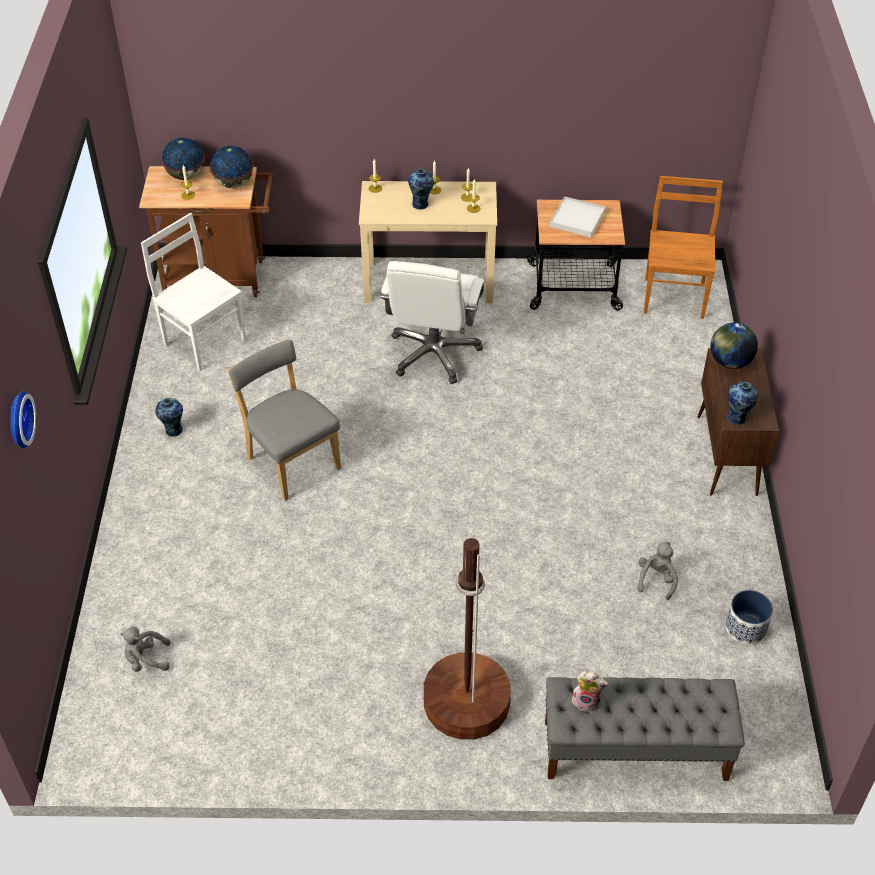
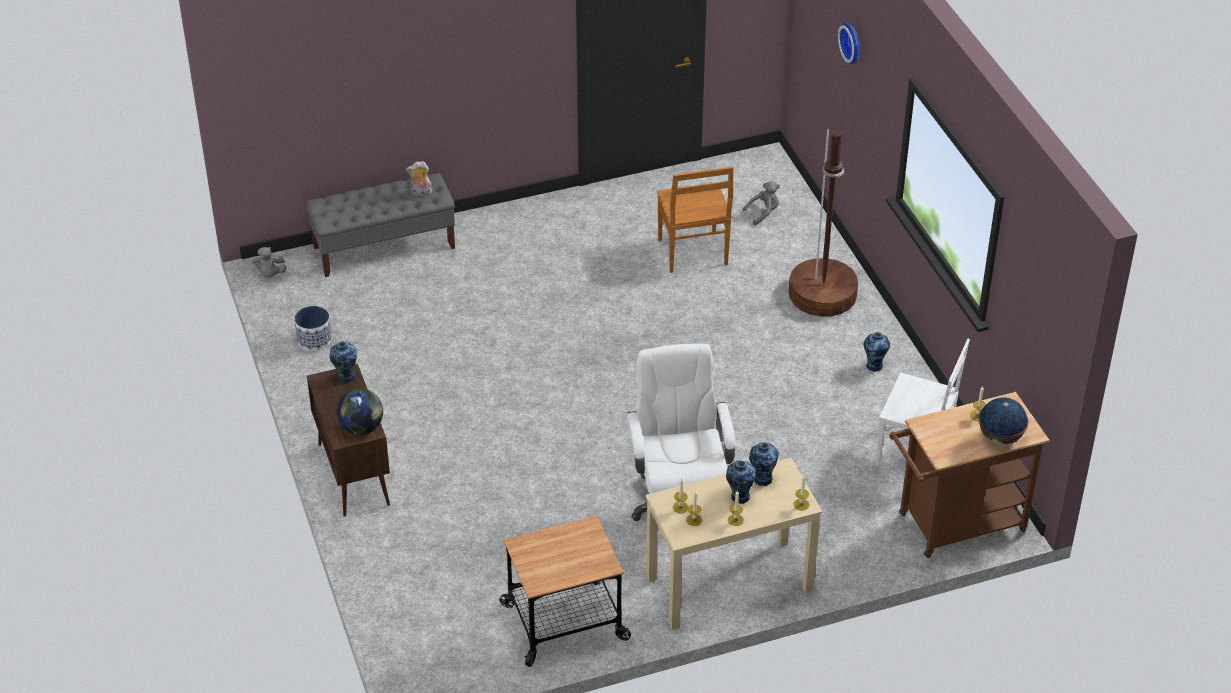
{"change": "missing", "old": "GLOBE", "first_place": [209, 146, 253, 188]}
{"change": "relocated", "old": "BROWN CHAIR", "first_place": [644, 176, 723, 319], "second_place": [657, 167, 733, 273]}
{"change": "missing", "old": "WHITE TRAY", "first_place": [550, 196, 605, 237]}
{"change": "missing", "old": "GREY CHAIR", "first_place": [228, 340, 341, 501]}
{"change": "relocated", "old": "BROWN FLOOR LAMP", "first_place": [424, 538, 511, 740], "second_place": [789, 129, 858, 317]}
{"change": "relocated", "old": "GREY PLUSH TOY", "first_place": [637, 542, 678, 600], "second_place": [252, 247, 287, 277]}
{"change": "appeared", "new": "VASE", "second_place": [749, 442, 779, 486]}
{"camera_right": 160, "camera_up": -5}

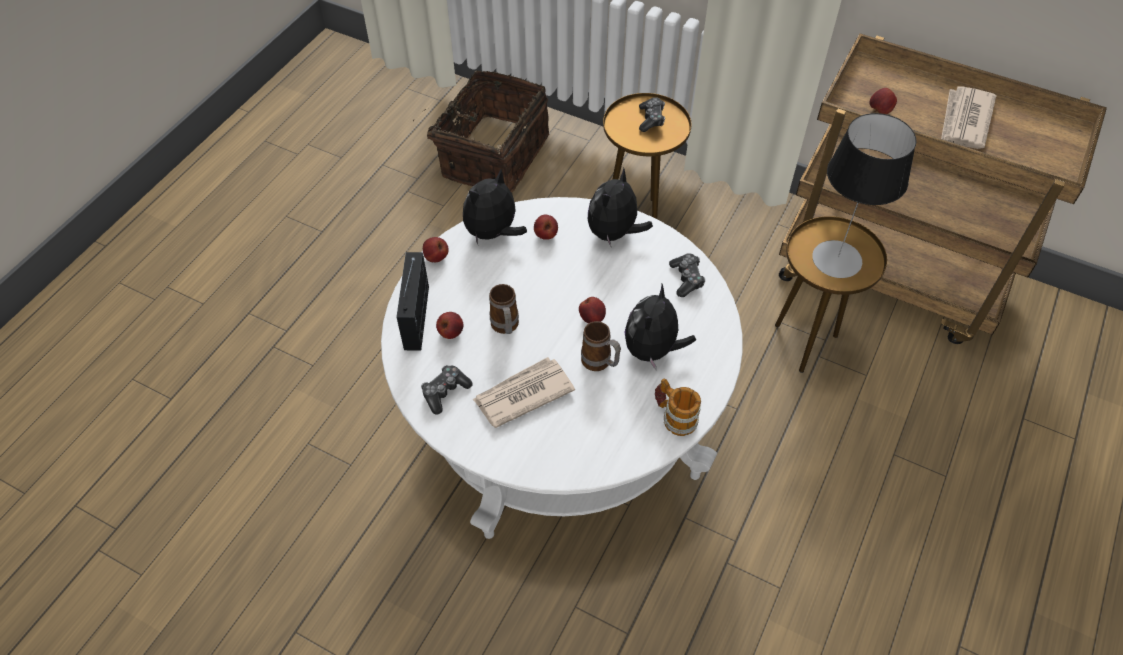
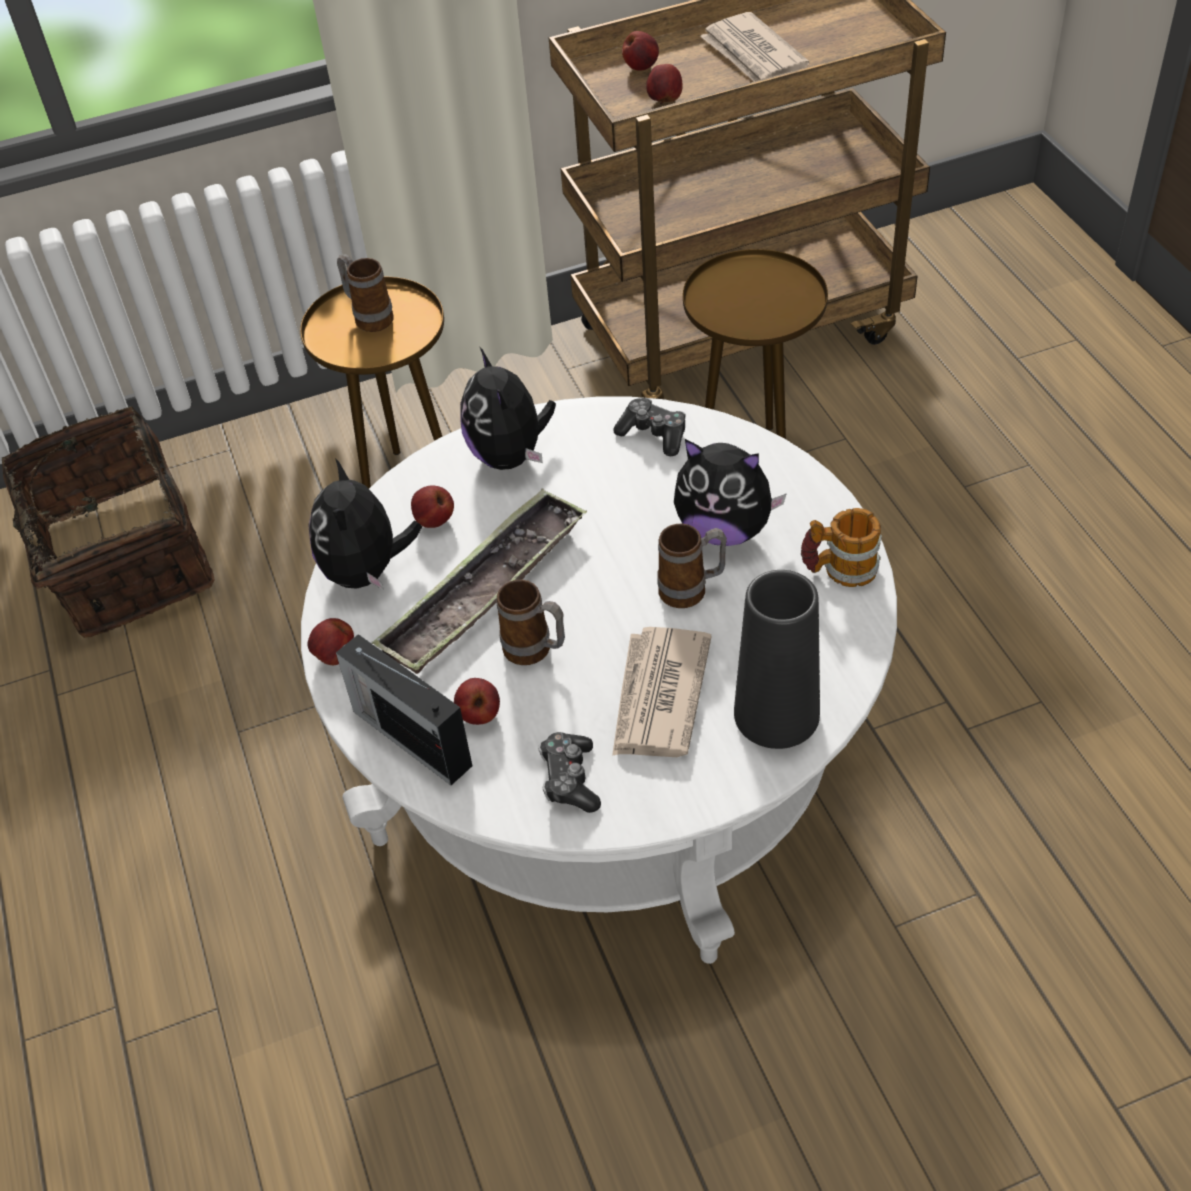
{"change": "exchanged", "old": "GAME CONTROLLER", "new": "MUG", "first_place": [639, 97, 665, 132], "second_place": [337, 254, 394, 332]}
{"change": "missing", "old": "TABLE LAMP", "first_place": [812, 113, 916, 278]}
{"change": "spun", "old": "PLUSH TOY", "first_place": [624, 284, 696, 370], "second_place": [674, 439, 786, 546], "degrees": -45}
{"change": "relocated", "old": "APPLE", "first_place": [579, 297, 606, 324], "second_place": [622, 31, 659, 71]}
{"change": "appeared", "new": "TRAY", "second_place": [372, 488, 587, 674]}
{"change": "appeared", "new": "BLACK VASE", "second_place": [734, 570, 820, 749]}
{"camera_right": -45, "camera_up": -5}

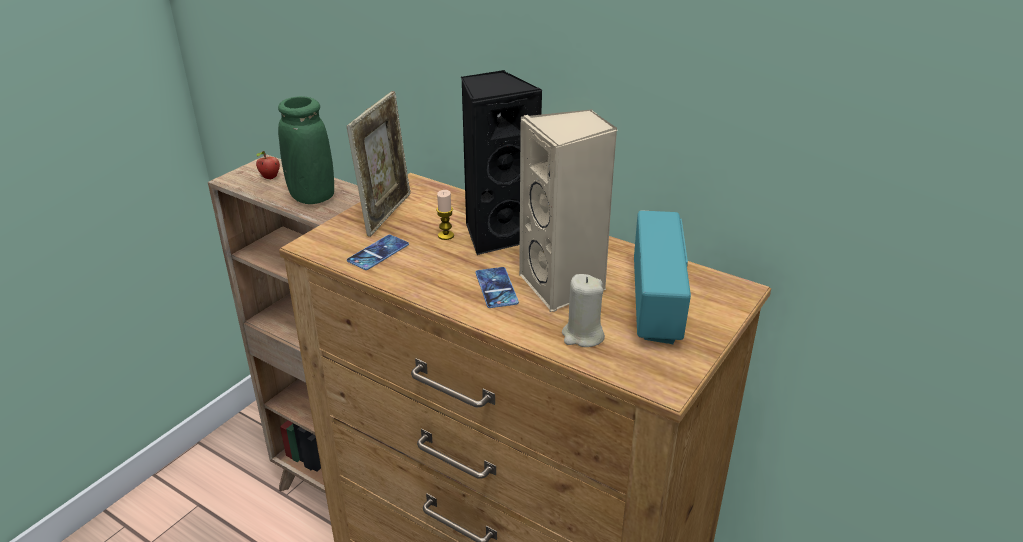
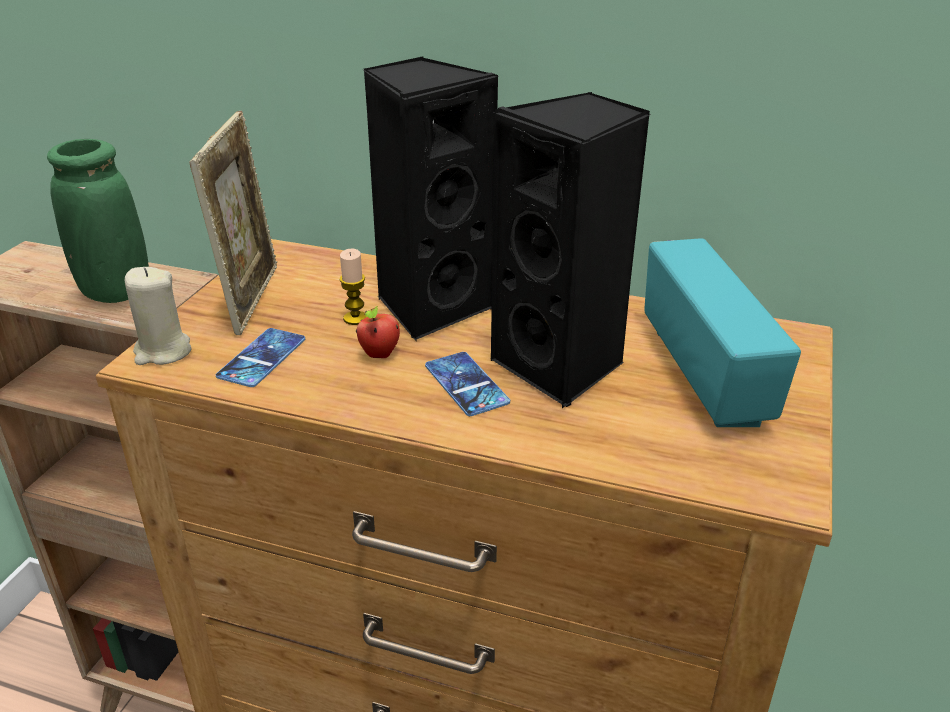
{"change": "colour", "old": "BEIGE SPEAKER", "new": "BLACK SPEAKER", "first_place": [519, 109, 618, 312], "second_place": [491, 92, 650, 408]}
{"change": "relocated", "old": "APPLE", "first_place": [256, 151, 280, 179], "second_place": [356, 306, 400, 358]}
{"change": "relocated", "old": "BEIGE CANDLE", "first_place": [562, 274, 605, 347], "second_place": [125, 267, 192, 365]}
{"camera_right": -15, "camera_up": 0}

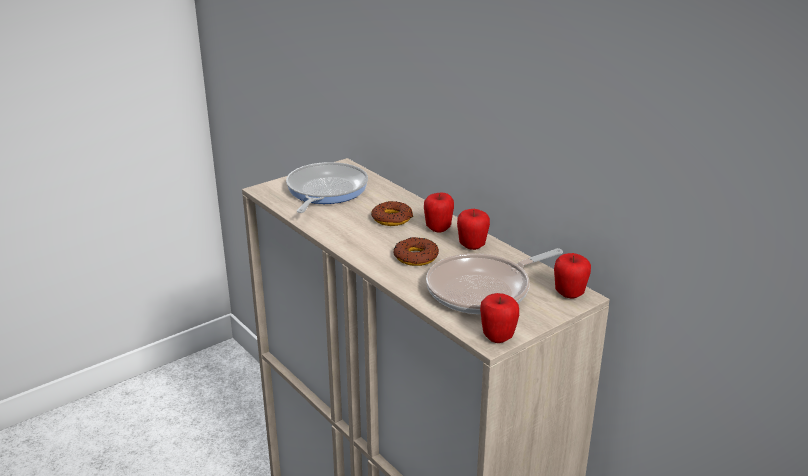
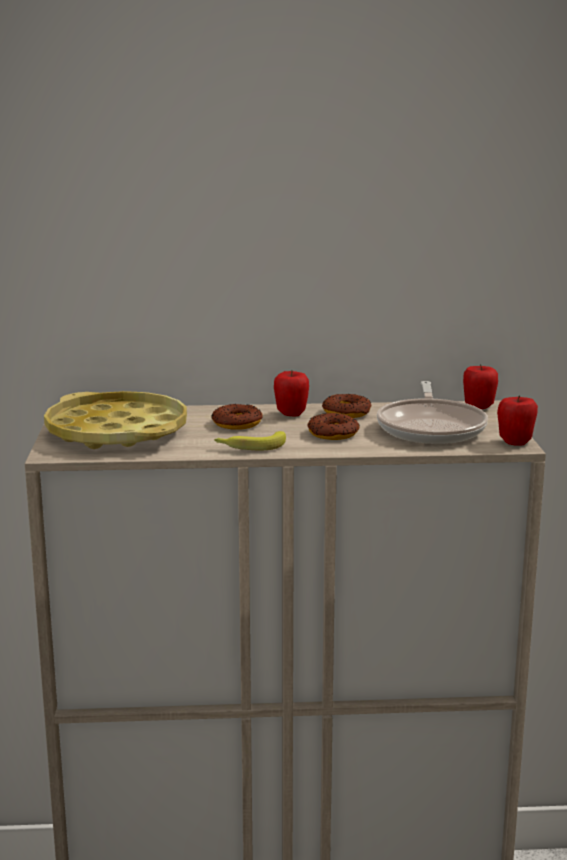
{"change": "exchanged", "old": "FRYING PAN", "new": "YELLOW TRAY", "first_place": [286, 162, 368, 213], "second_place": [44, 391, 187, 449]}
{"change": "exchanged", "old": "APPLE", "new": "DONUT", "first_place": [457, 209, 490, 250], "second_place": [322, 394, 371, 418]}
{"change": "appeared", "new": "BANANA", "second_place": [214, 431, 286, 450]}
{"camera_right": -55, "camera_up": -10}

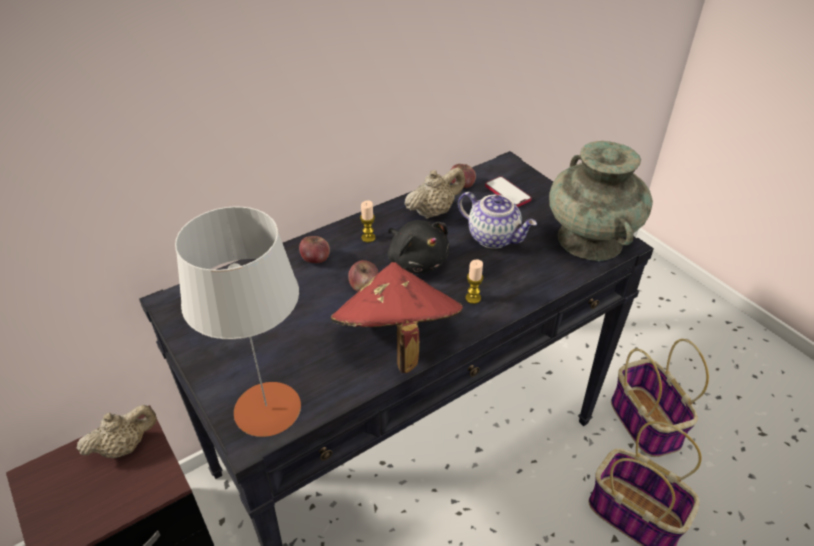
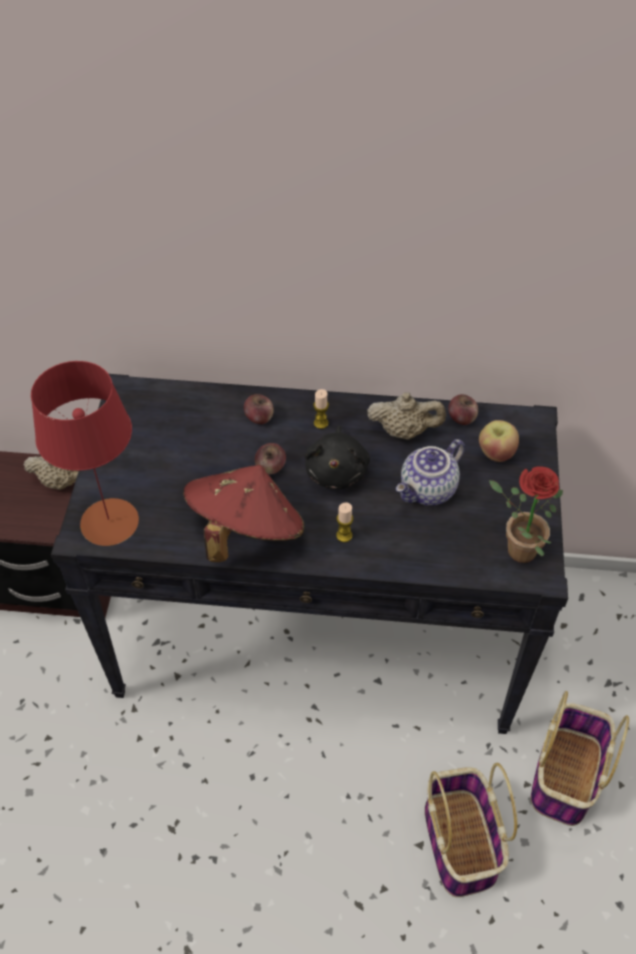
{"change": "exchanged", "old": "TURQUOISE VASE", "new": "POTTED PLANT", "first_place": [549, 141, 653, 261], "second_place": [489, 466, 563, 563]}
{"change": "exchanged", "old": "PHONE", "new": "APPLE", "first_place": [485, 176, 532, 207], "second_place": [479, 420, 519, 462]}
{"change": "spun", "old": "TEAPOT", "first_place": [458, 192, 537, 249], "second_place": [396, 439, 465, 506], "degrees": 60}
{"change": "colour", "old": "GREY TABLE LAMP", "new": "RED TABLE LAMP", "first_place": [175, 207, 301, 437], "second_place": [31, 361, 139, 546]}
{"camera_right": 40, "camera_up": 10}

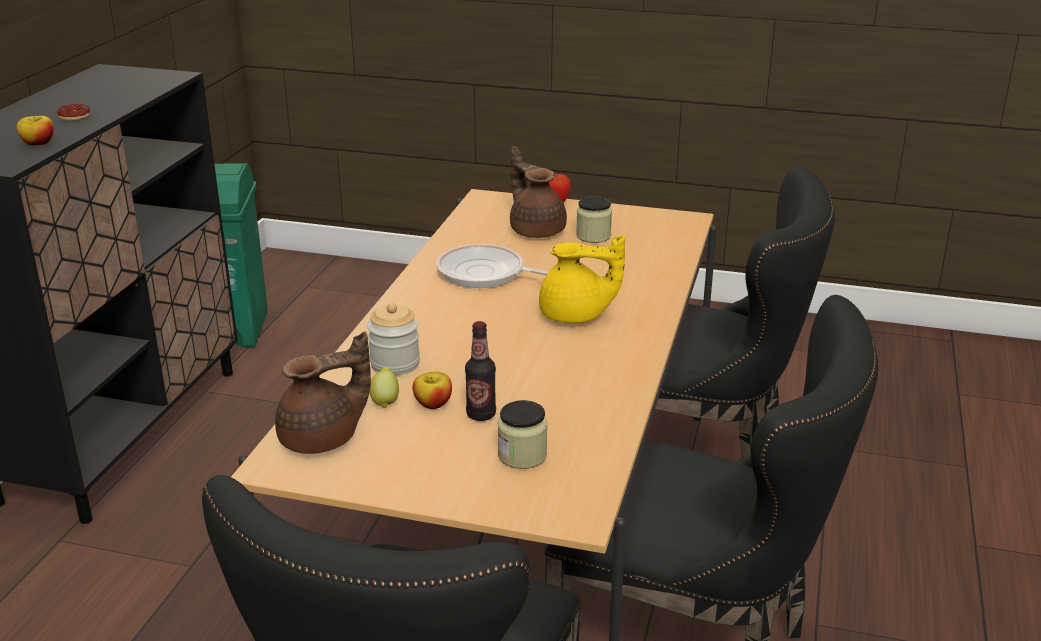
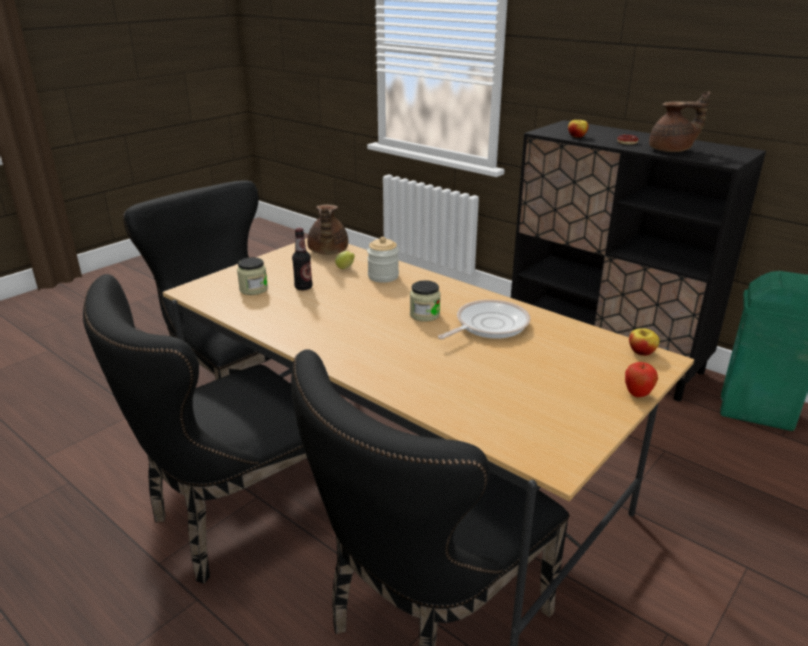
{"change": "relocated", "old": "BROWN TEAPOT", "first_place": [510, 147, 567, 238], "second_place": [649, 91, 710, 152]}
{"change": "relocated", "old": "JAR", "first_place": [576, 196, 612, 243], "second_place": [410, 280, 441, 322]}
{"change": "missing", "old": "YELLOW TEAPOT", "first_place": [539, 235, 625, 323]}
{"change": "relocated", "old": "APPLE", "first_place": [412, 371, 452, 409], "second_place": [629, 328, 660, 356]}
{"camera_right": 115, "camera_up": 0}

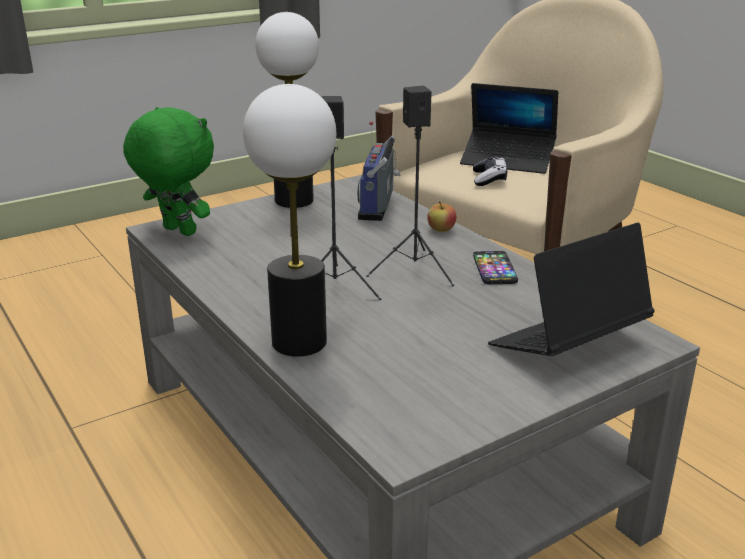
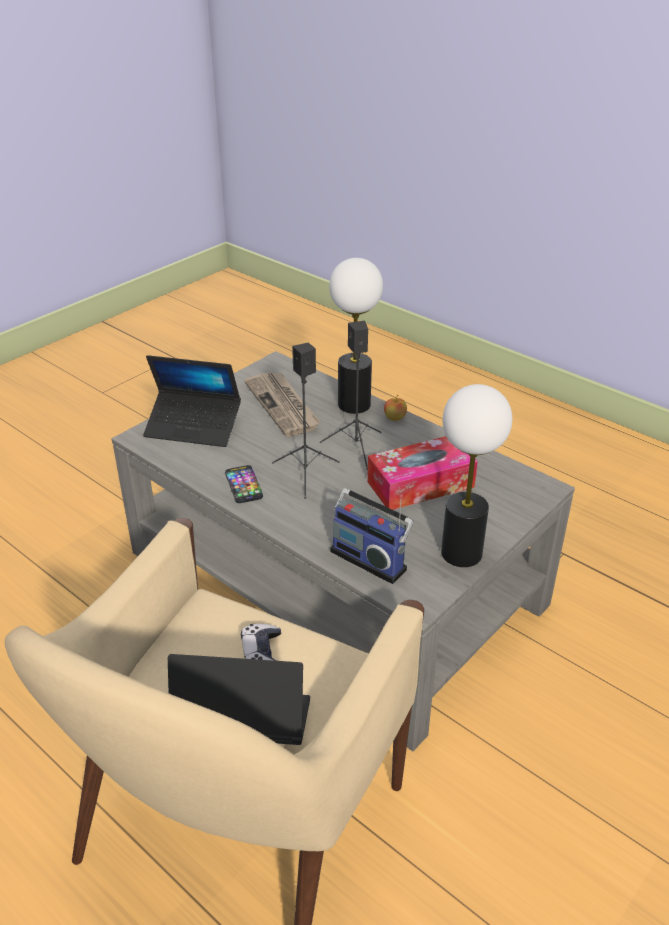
{"change": "missing", "old": "GREEN PLUSH TOY", "first_place": [123, 107, 214, 236]}
{"change": "spun", "old": "RADIO", "first_place": [358, 121, 400, 221], "second_place": [330, 488, 414, 584], "degrees": 135}
{"change": "relocated", "old": "APPLE", "first_place": [427, 201, 456, 232], "second_place": [384, 394, 407, 421]}
{"change": "spun", "old": "LAPTOP", "first_place": [488, 223, 655, 356], "second_place": [143, 355, 241, 447], "degrees": 60}
{"change": "appeared", "new": "NEWSPAPER", "second_place": [244, 372, 321, 437]}
{"change": "appeared", "new": "TISSUE BOX", "second_place": [367, 436, 478, 510]}
{"camera_right": 165, "camera_up": 10}

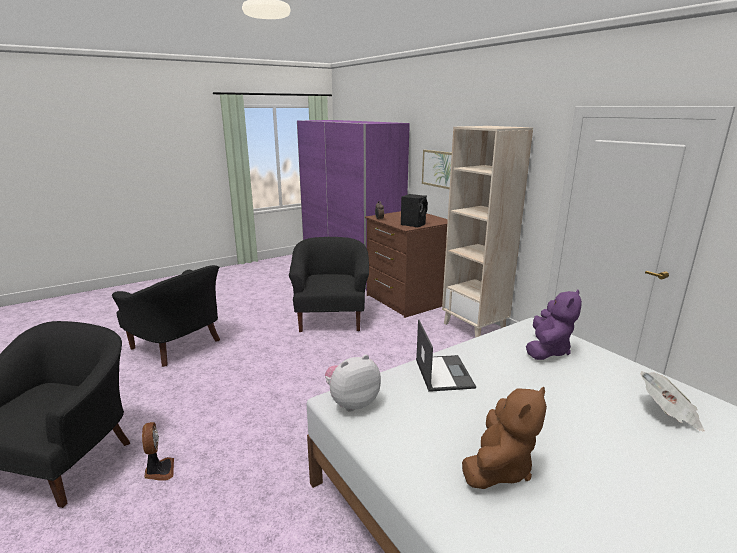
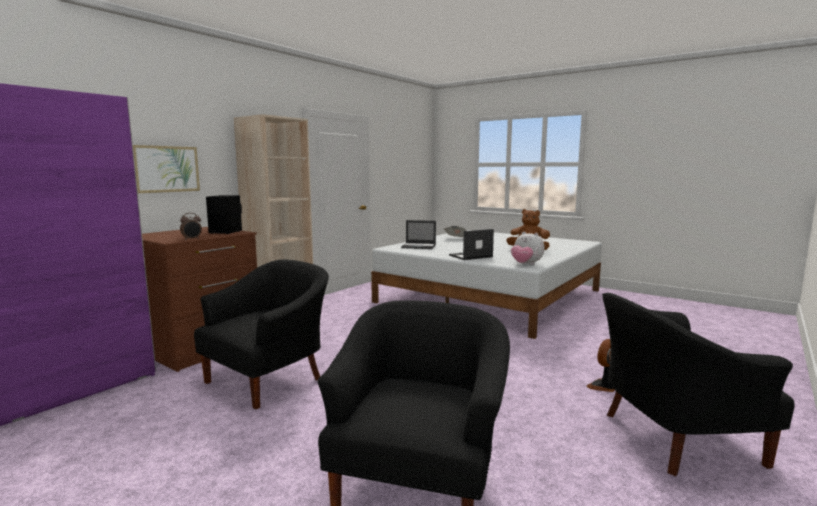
{"change": "spun", "old": "BLACK ARMCHAIR", "first_place": [289, 237, 369, 332], "second_place": [194, 259, 329, 410], "degrees": 150}
{"change": "exchanged", "old": "PURPLE PLUSH TOY", "new": "LAPTOP", "first_place": [526, 290, 582, 360], "second_place": [401, 220, 436, 249]}
{"camera_right": -110, "camera_up": -10}

